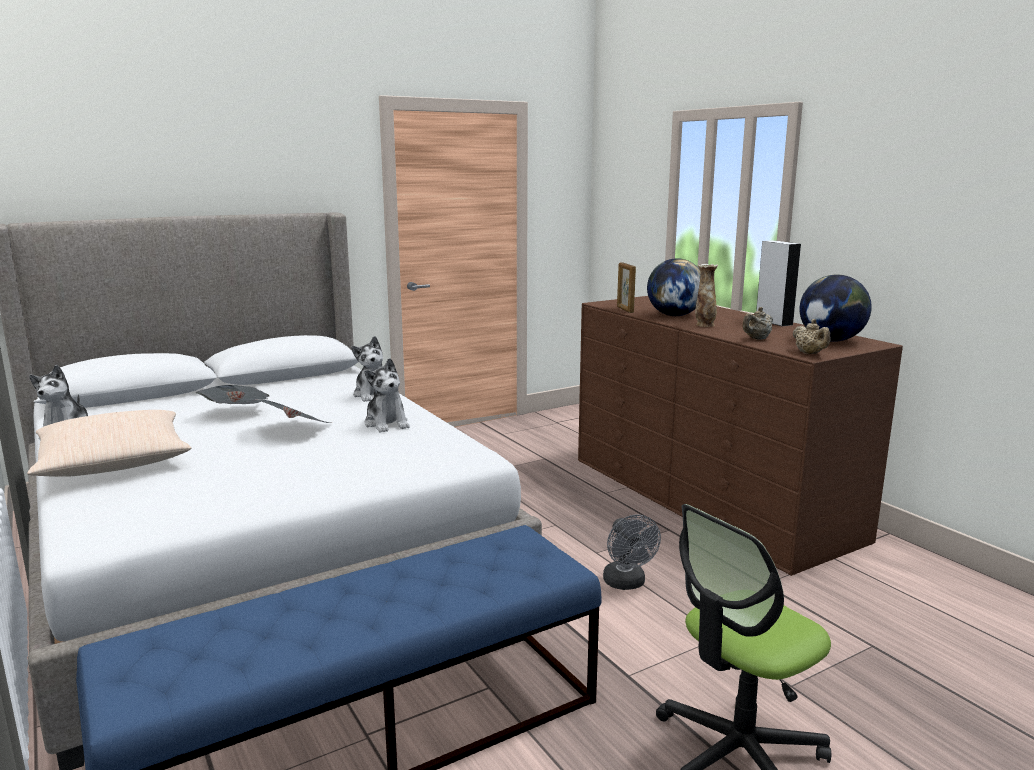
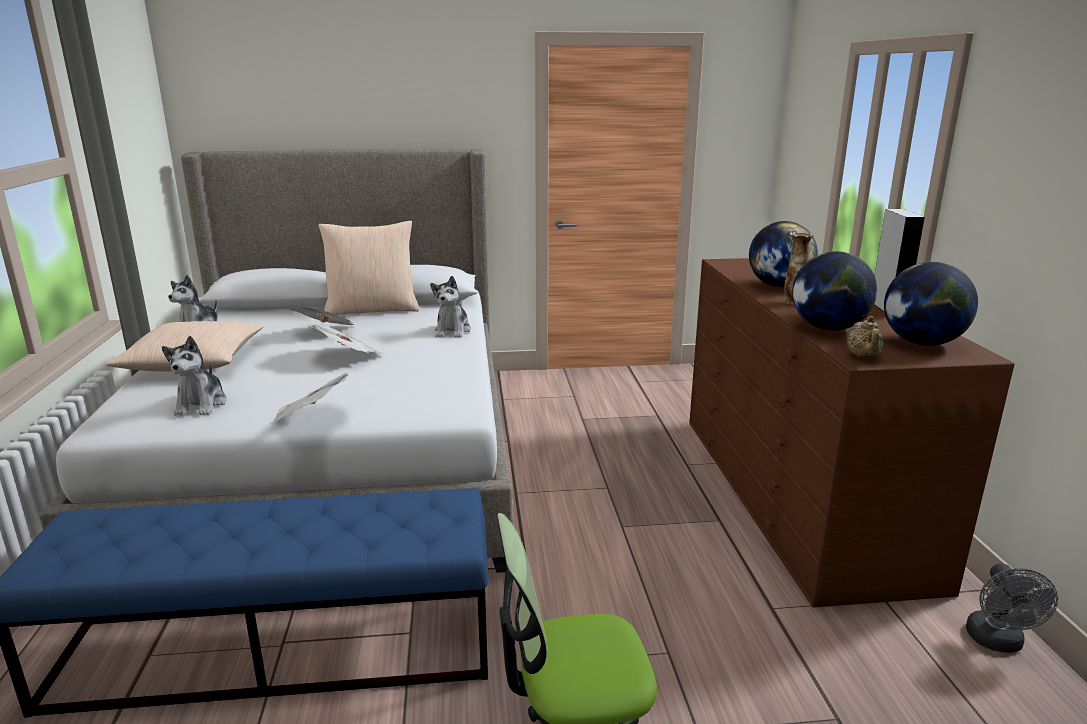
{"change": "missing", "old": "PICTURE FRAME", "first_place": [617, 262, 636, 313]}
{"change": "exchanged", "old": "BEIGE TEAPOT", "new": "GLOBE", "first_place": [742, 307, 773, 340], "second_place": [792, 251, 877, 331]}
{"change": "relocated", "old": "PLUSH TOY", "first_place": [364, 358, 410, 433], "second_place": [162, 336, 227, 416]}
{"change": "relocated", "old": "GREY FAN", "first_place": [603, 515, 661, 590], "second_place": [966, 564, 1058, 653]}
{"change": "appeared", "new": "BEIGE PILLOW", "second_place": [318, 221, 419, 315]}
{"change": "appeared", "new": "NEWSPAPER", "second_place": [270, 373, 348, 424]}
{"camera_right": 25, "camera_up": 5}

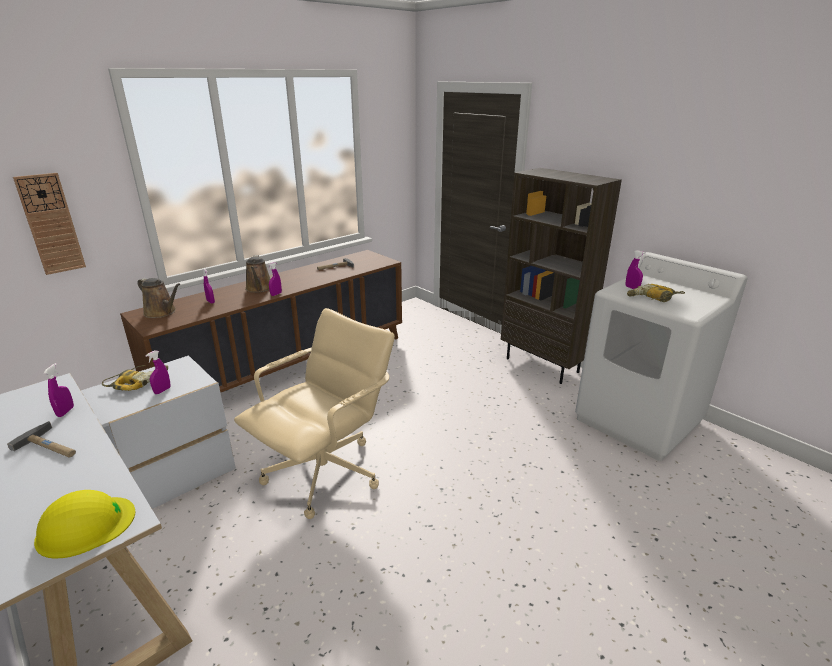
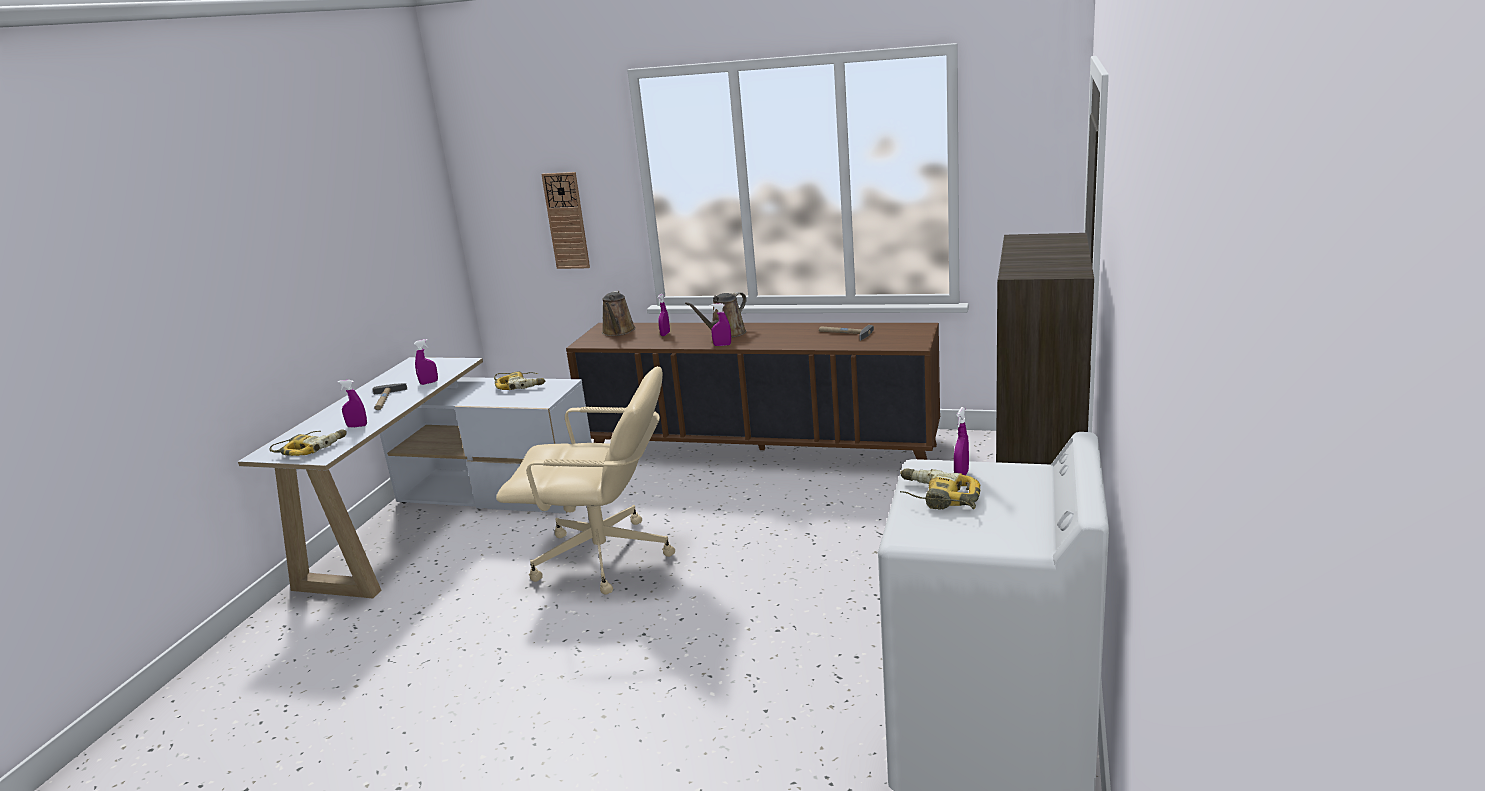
{"change": "relocated", "old": "PURPLE SPRAY BOTTLE", "first_place": [145, 350, 171, 394], "second_place": [337, 380, 367, 427]}
{"change": "exchanged", "old": "YELLOW HARD HAT", "new": "POWER DRILL", "first_place": [34, 490, 135, 559], "second_place": [269, 429, 347, 456]}
{"camera_right": 60, "camera_up": -5}

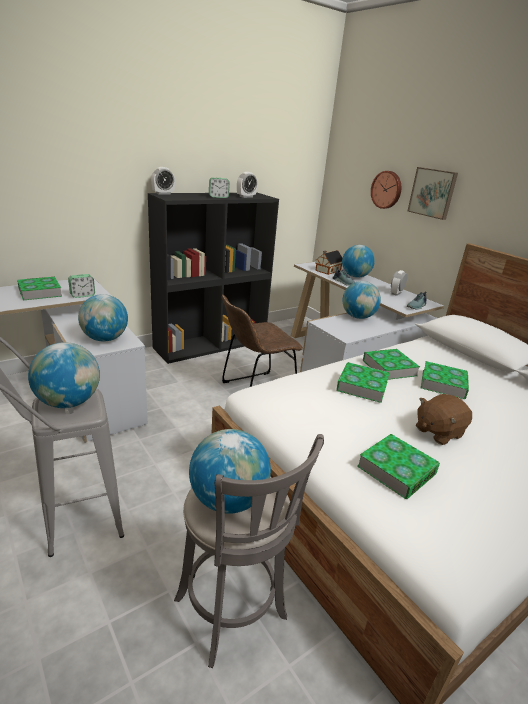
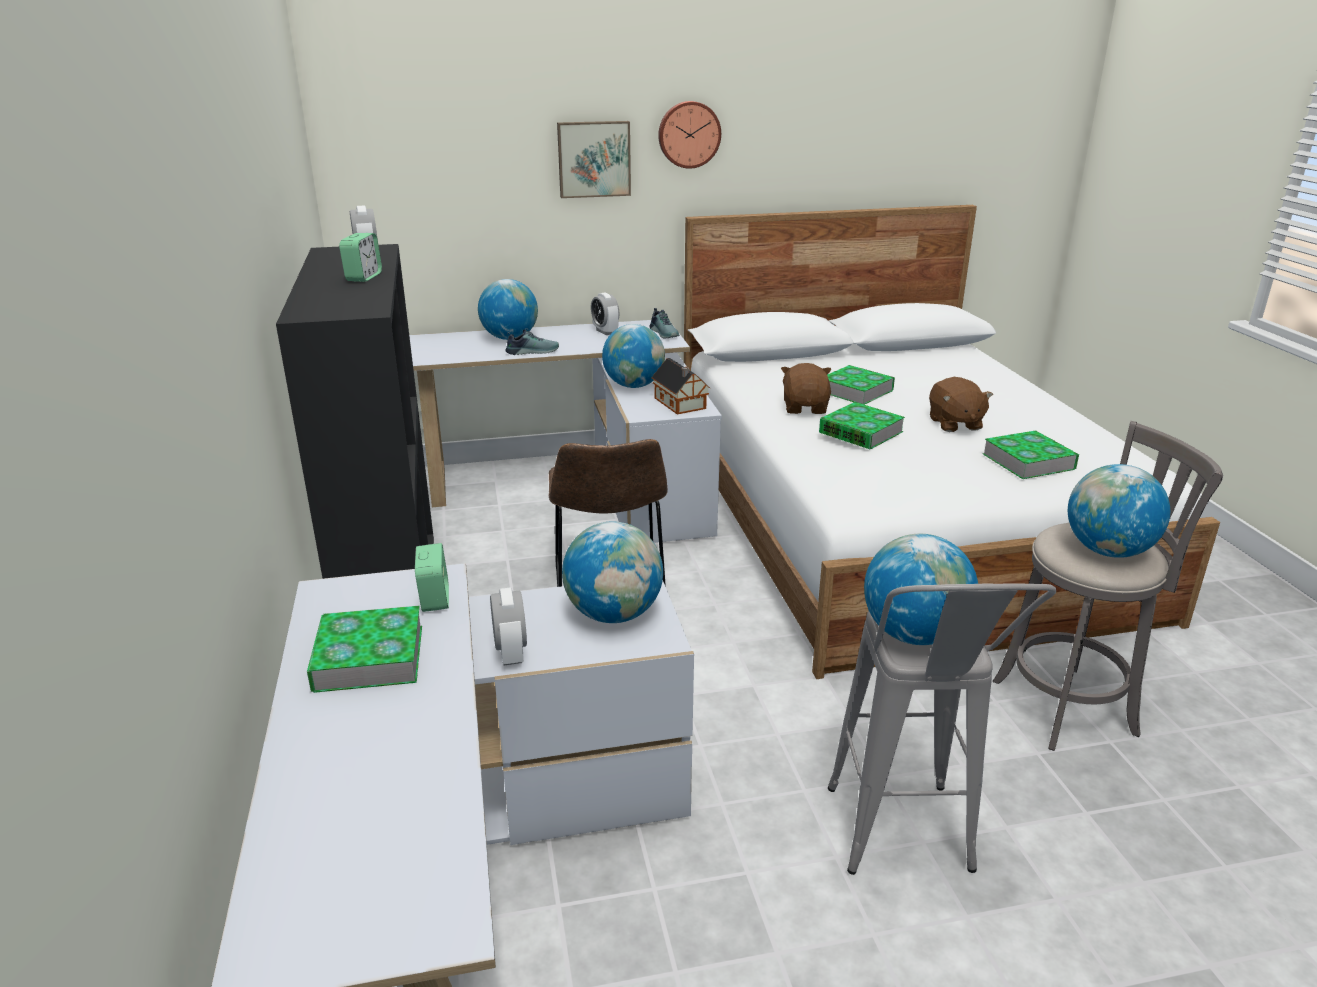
{"change": "relocated", "old": "ALARM CLOCK", "first_place": [151, 167, 175, 195], "second_place": [490, 587, 527, 665]}
{"change": "relocated", "old": "WALL CLOCK", "first_place": [371, 171, 401, 209], "second_place": [658, 101, 721, 169]}
{"change": "relocated", "old": "TOY HOUSE", "first_place": [315, 250, 342, 275], "second_place": [651, 358, 710, 414]}
{"change": "exchanged", "old": "BOOK", "new": "BROWN PLUSH TOY", "first_place": [363, 349, 420, 380], "second_place": [781, 363, 831, 414]}
{"camera_right": -65, "camera_up": 0}

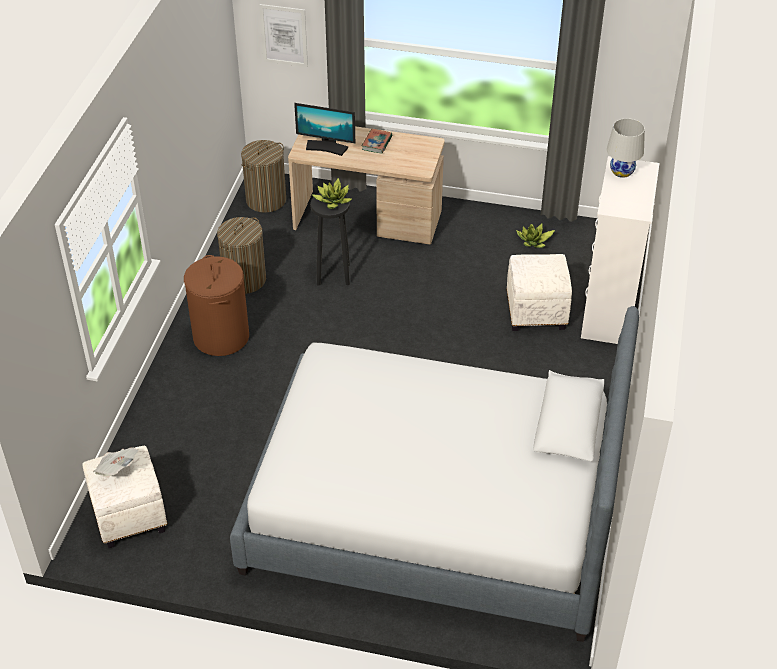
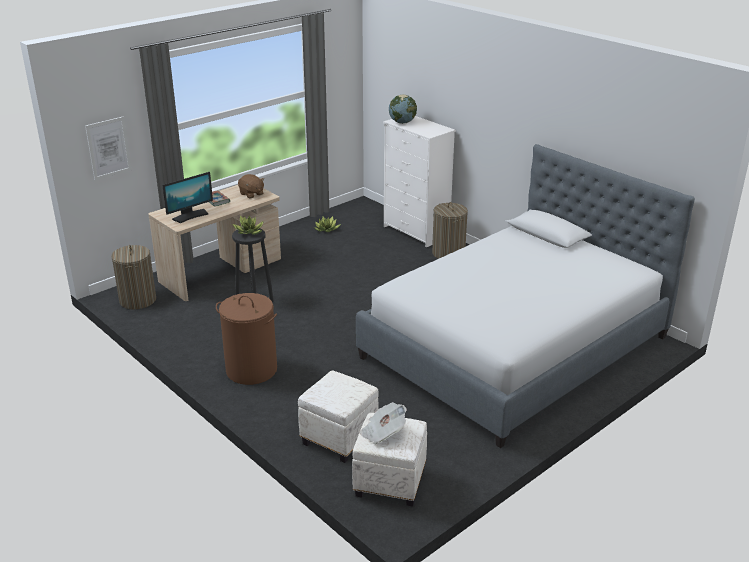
{"change": "exchanged", "old": "WHITE TABLE LAMP", "new": "GLOBE", "first_place": [607, 118, 645, 178], "second_place": [389, 94, 417, 124]}
{"change": "relocated", "old": "LAUNDRY BASKET", "first_place": [217, 217, 266, 294], "second_place": [432, 202, 468, 259]}
{"change": "relocated", "old": "WHITE OTTOMAN", "first_place": [507, 254, 572, 331], "second_place": [298, 370, 379, 463]}
{"change": "appeared", "new": "BROWN PLUSH TOY", "second_place": [238, 174, 264, 198]}
{"camera_right": -55, "camera_up": -15}

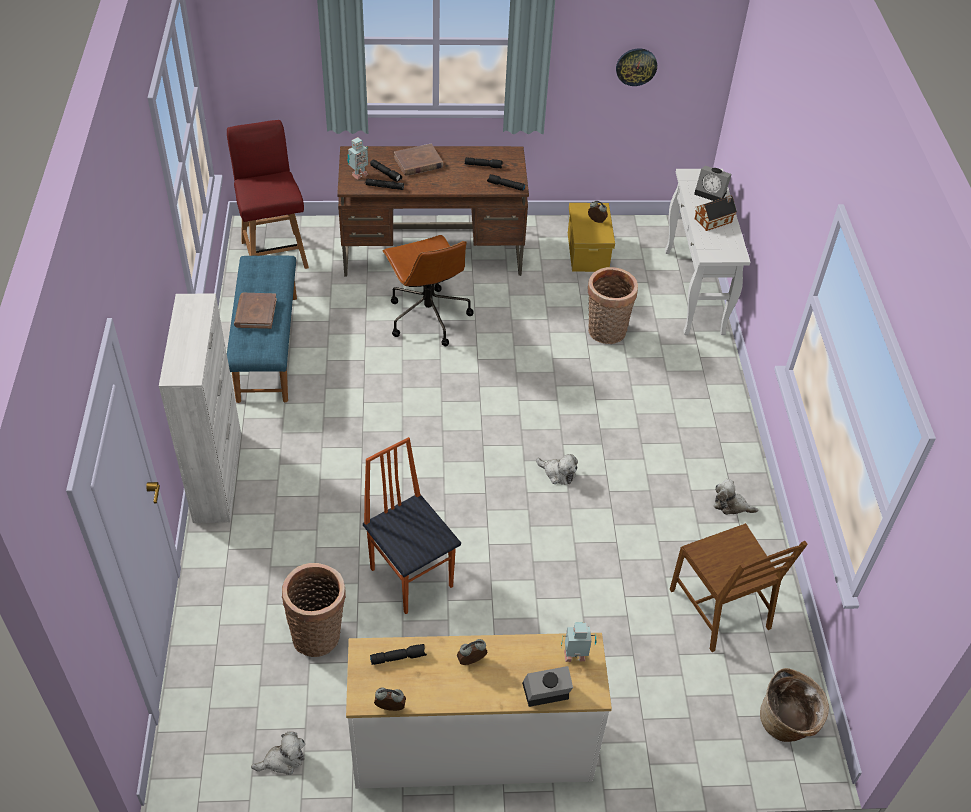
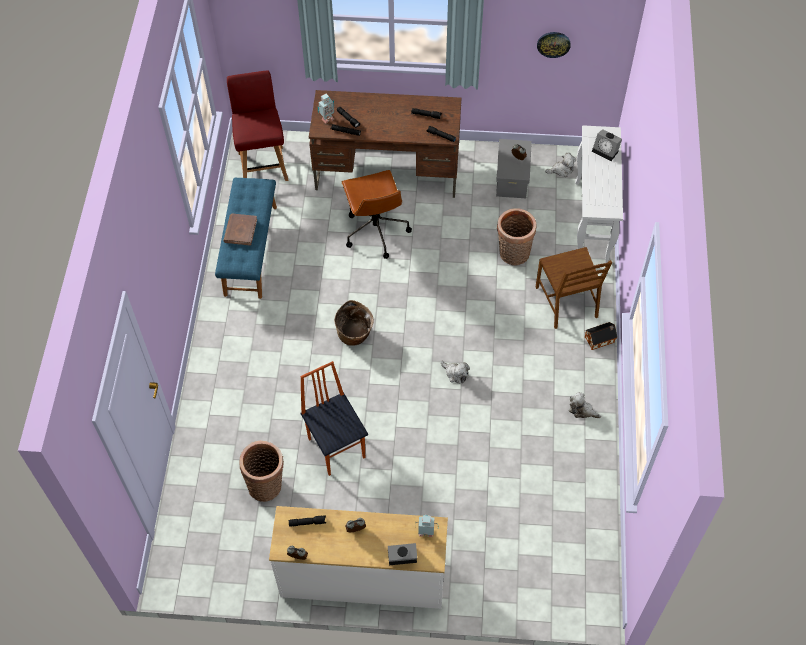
{"change": "missing", "old": "BROWN BOOK", "first_place": [394, 144, 443, 176]}
{"change": "relocated", "old": "TOY HOUSE", "first_place": [695, 195, 737, 231], "second_place": [585, 322, 618, 350]}
{"change": "colour", "old": "YELLOW STORAGE BOX", "new": "GREY STORAGE BOX", "first_place": [568, 203, 615, 272], "second_place": [496, 139, 532, 198]}
{"change": "missing", "old": "WHITE CABINET", "first_place": [159, 294, 241, 523]}
{"change": "relocated", "old": "BROWN CHAIR", "first_place": [670, 523, 808, 652], "second_place": [536, 247, 612, 329]}
{"change": "relocated", "old": "BASKET", "first_place": [760, 668, 829, 742], "second_place": [334, 300, 373, 346]}
{"change": "relocated", "old": "PLUSH TOY", "first_place": [251, 732, 305, 775], "second_place": [545, 153, 576, 177]}
{"camera_right": 10, "camera_up": 10}

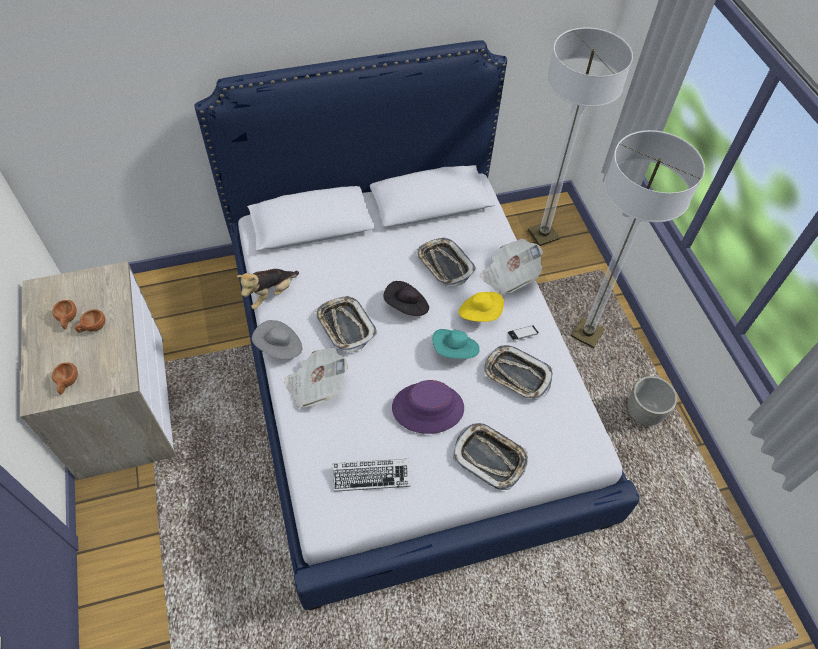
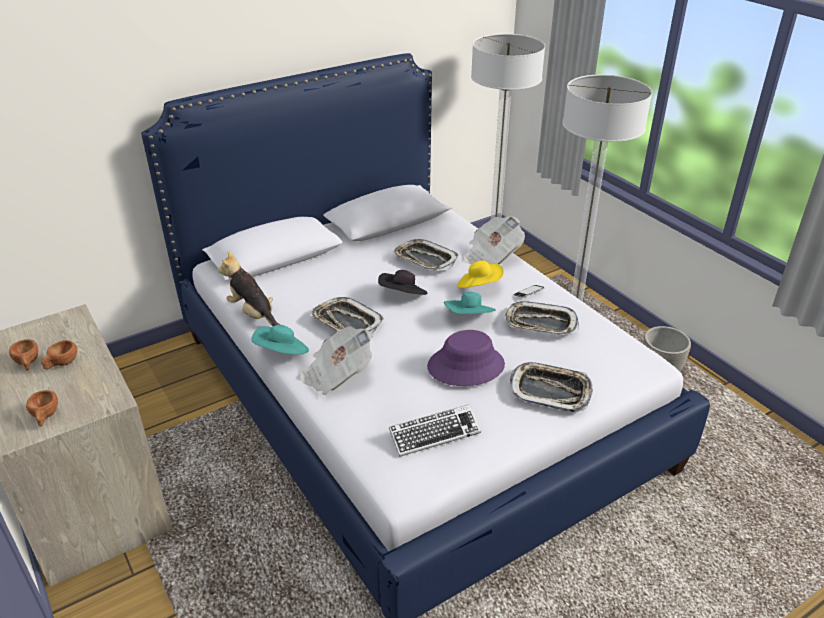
{"change": "spun", "old": "PLUSH TOY", "first_place": [237, 269, 299, 309], "second_place": [218, 251, 280, 326], "degrees": 105}
{"change": "colour", "old": "GREY HAT", "new": "TURQUOISE HAT", "first_place": [252, 320, 302, 360], "second_place": [252, 325, 309, 354]}
{"camera_right": -15, "camera_up": -20}

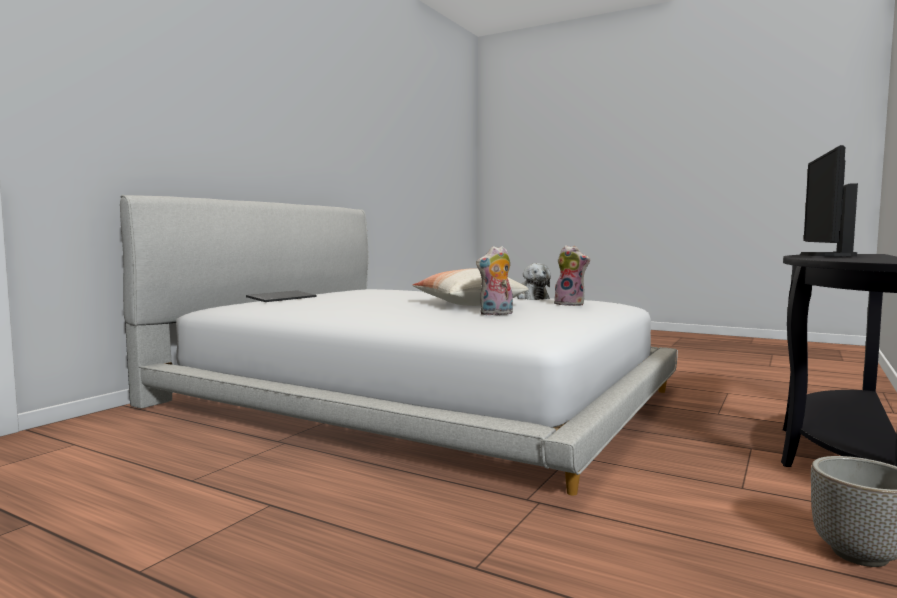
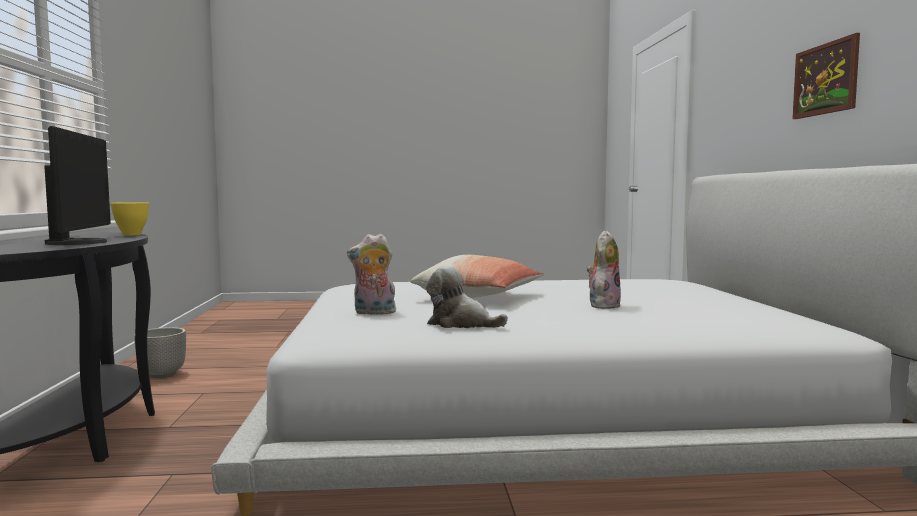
{"change": "relocated", "old": "PLUSH TOY", "first_place": [476, 246, 513, 315], "second_place": [587, 231, 621, 309]}
{"change": "missing", "old": "KEYBOARD", "first_place": [246, 290, 317, 302]}
{"change": "appeared", "new": "PICTURE", "second_place": [792, 33, 860, 119]}
{"change": "appeared", "new": "YELLOW BOWL", "second_place": [111, 202, 149, 235]}
{"camera_right": 145, "camera_up": 0}

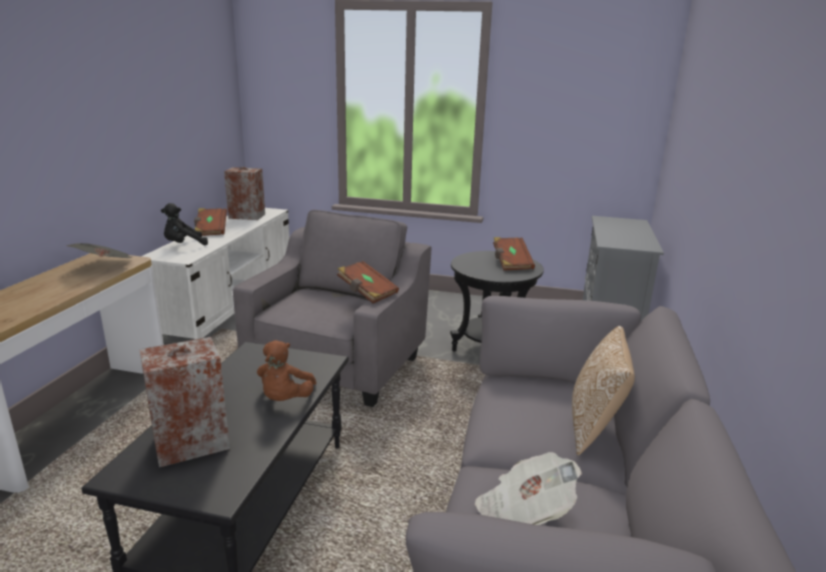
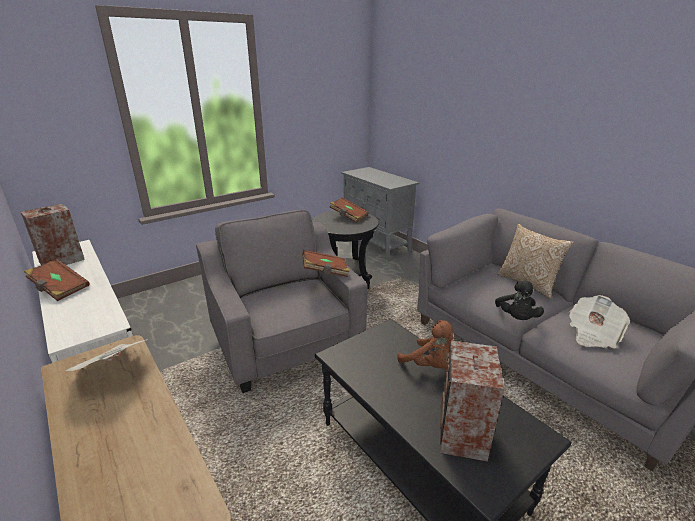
{"change": "relocated", "old": "BLACK PLUSH TOY", "first_place": [161, 203, 208, 245], "second_place": [495, 281, 544, 320]}
{"camera_right": -50, "camera_up": 5}

